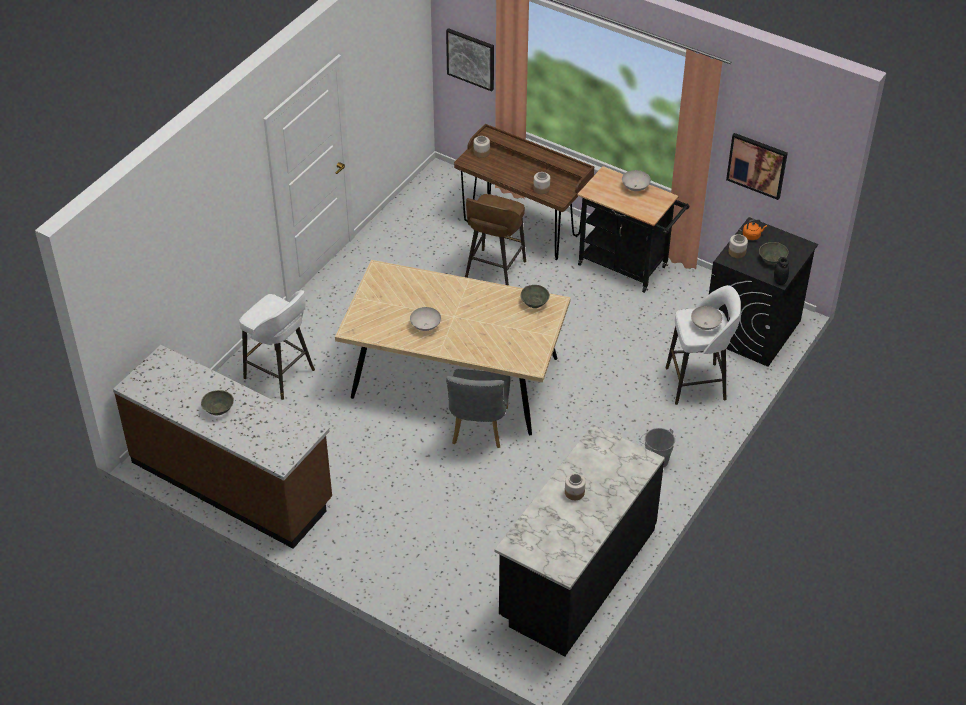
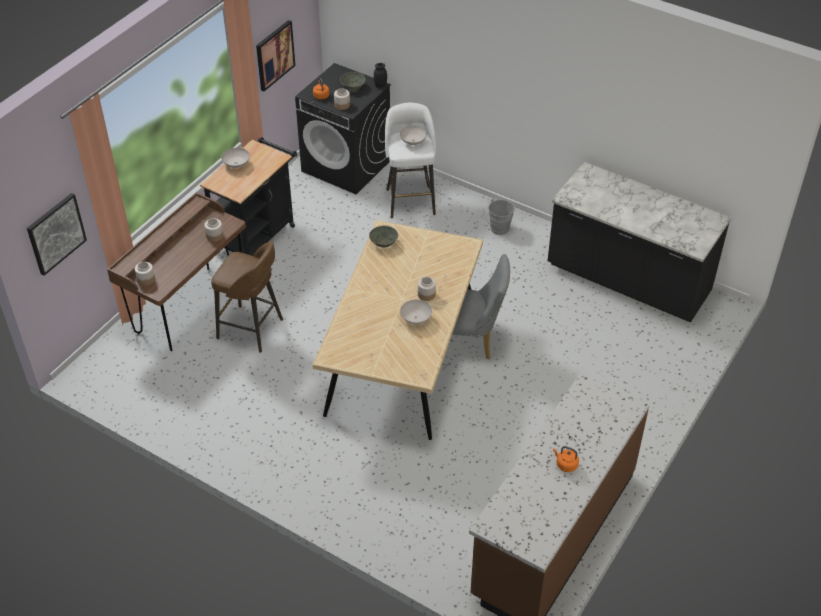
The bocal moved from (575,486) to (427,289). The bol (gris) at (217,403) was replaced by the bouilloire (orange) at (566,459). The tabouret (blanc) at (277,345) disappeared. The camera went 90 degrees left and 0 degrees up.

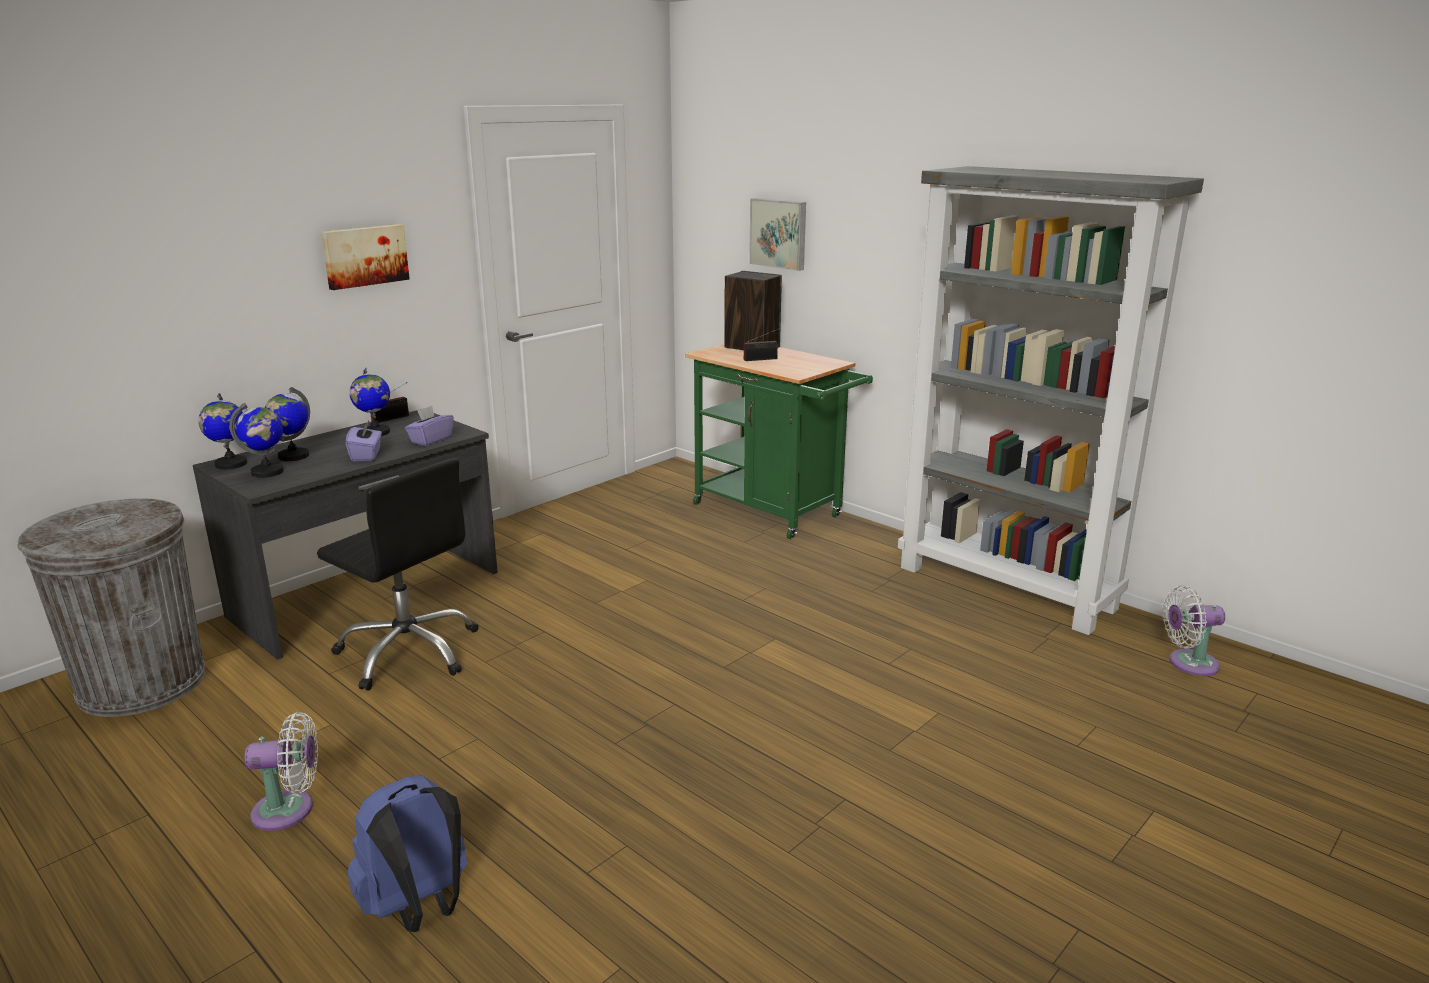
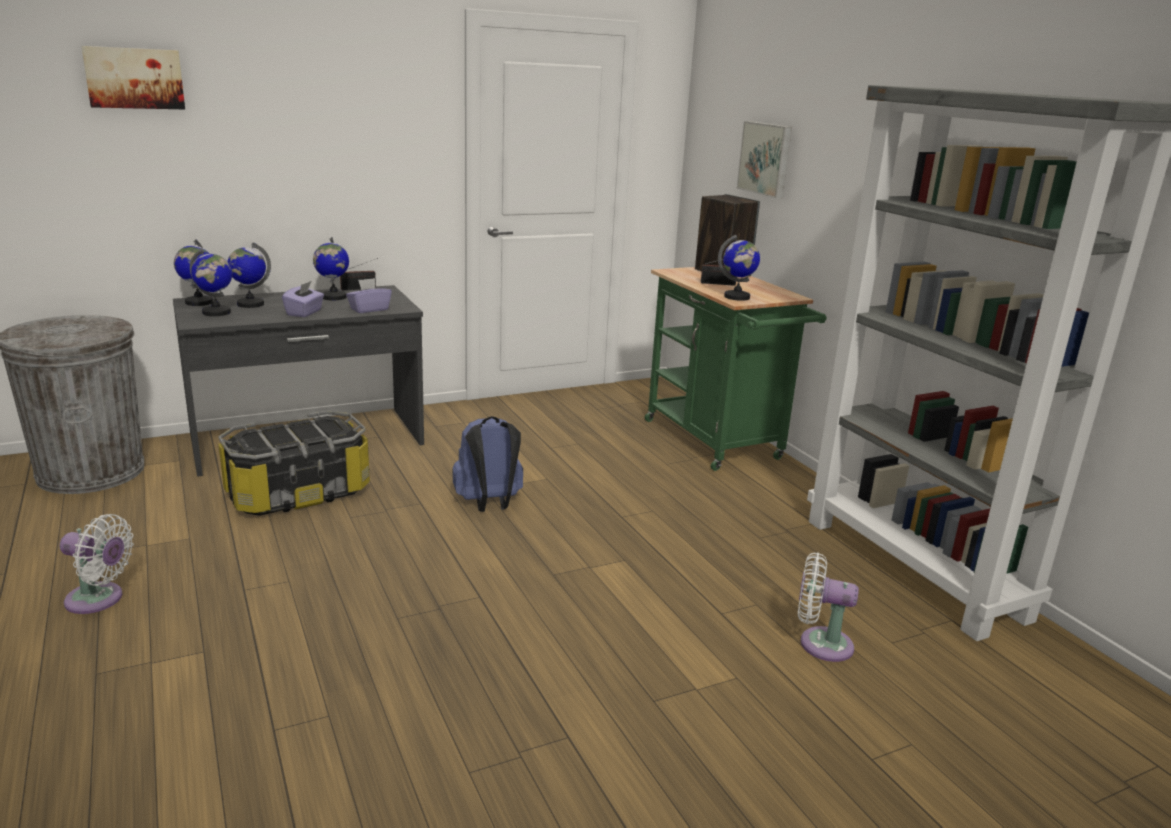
The tableau moved from (365,257) to (133,77). The chaise de bureau (noir) at (398,574) was replaced by the boîte de rangement at (294,463). The sac à dos (bleu) moved from (407,854) to (488,464). The globe at (739,268) appeared. The ventilateur (blanc) moved from (1193,630) to (828,607). The camera went 20 degrees right and 0 degrees up.

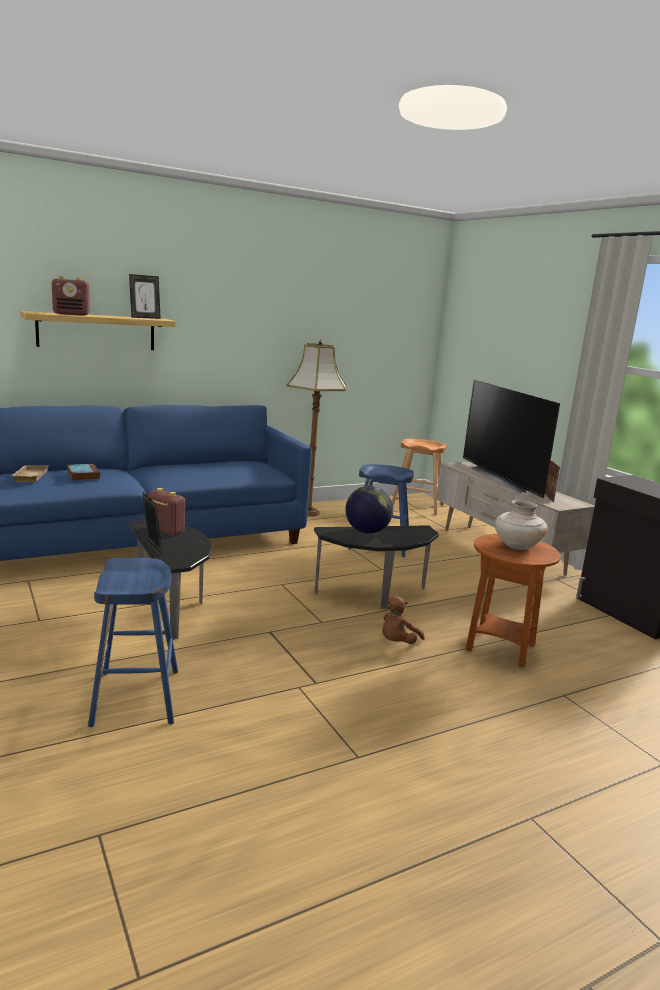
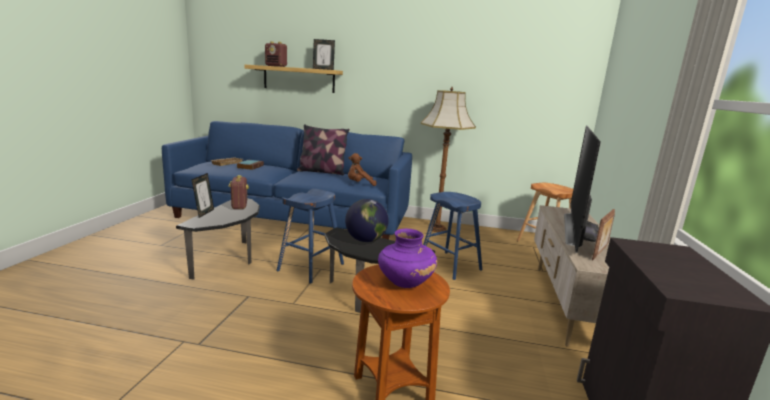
The tabouret (bleu) moved from (133,642) to (310,236). The coussin at (323,149) appeared. The peluche (marron) moved from (403,620) to (362,169). The vase (beige) at (521,525) became the vase (violet) at (407,258). The camera went 40 degrees right and 0 degrees up.

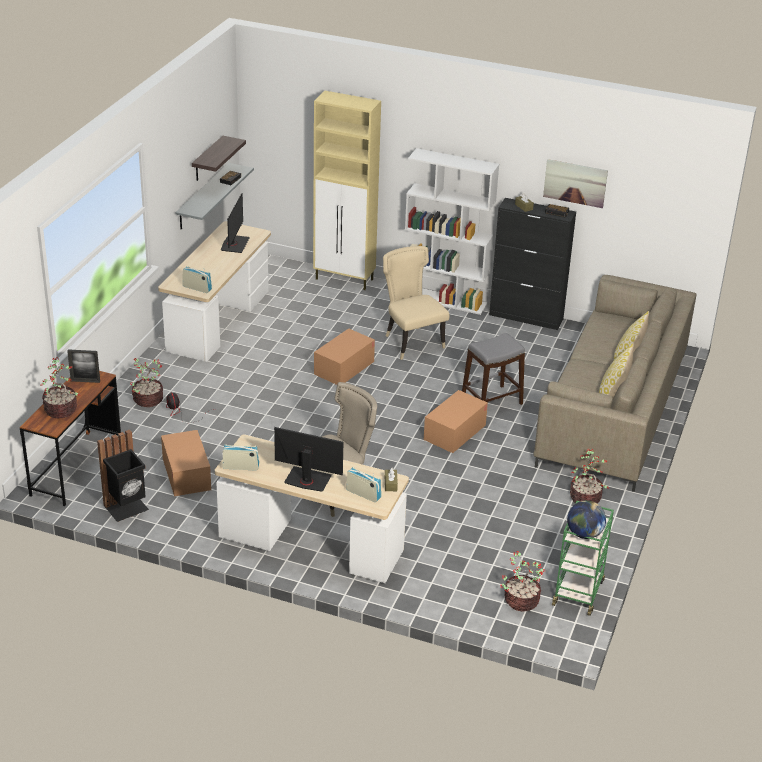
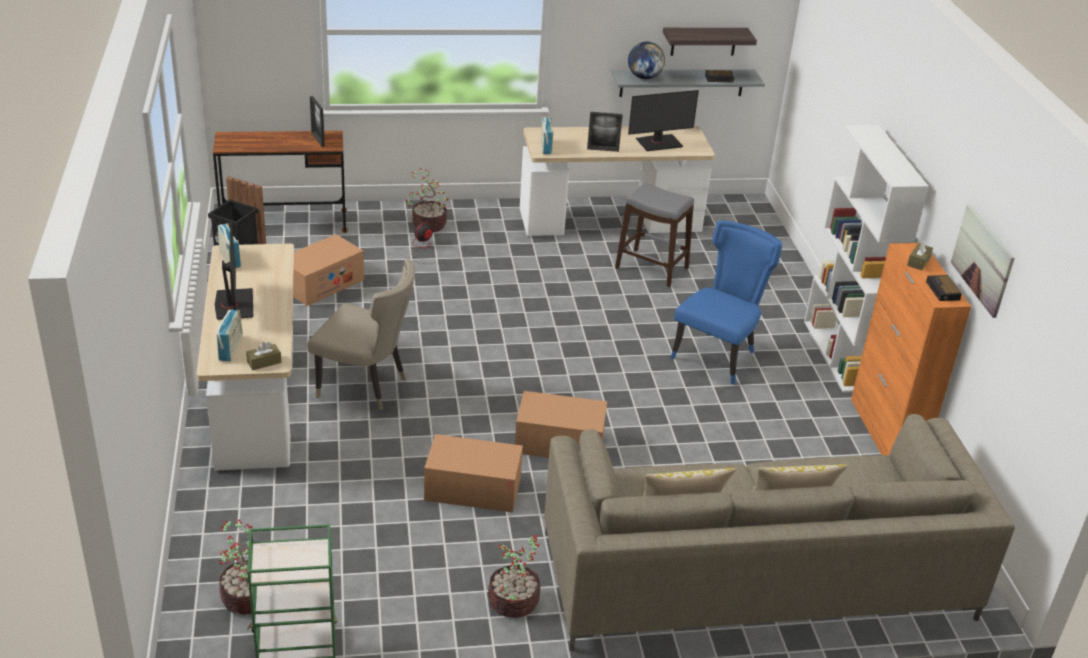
The carton moved from (344,356) to (473,473). The cadre photo at (605,132) appeared. The tabouret (gris) moved from (493,369) to (654,235). The globe moved from (586,519) to (646,60). The chaise (beige) at (416,303) became the chaise (bleu) at (726,303). The meuble de rangement (noir) at (532,264) became the meuble de rangement (orange) at (911,349). The plante en pot at (60,388) disappeared. The meuble de rangement (beige) at (347,190) disappeared. The camera went 60 degrees right and 0 degrees up.

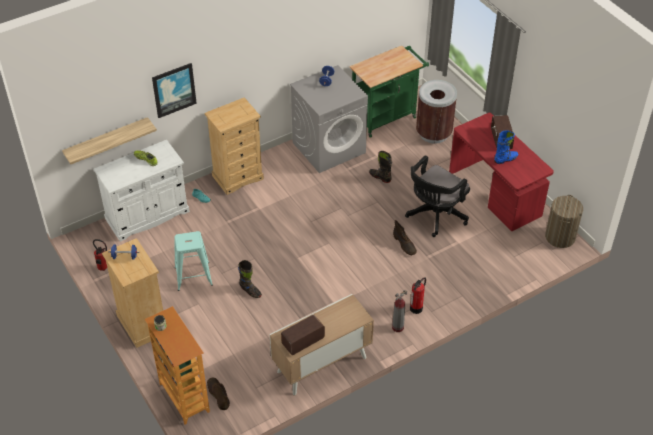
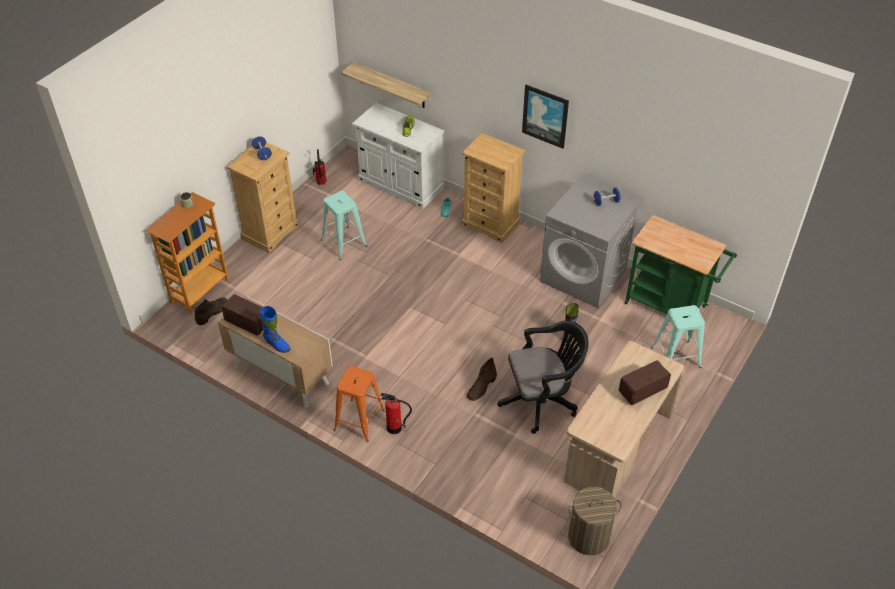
The botte (bleu) moved from (506,147) to (275,329). The extincteur at (399,311) was replaced by the tabouret (orange) at (359,404). The chaise de bureau (noir) at (437,196) turned 150 degrees clockwise. The tableau moved from (174,90) to (545,117). The bureau (rouge) at (501,172) became the bureau (beige) at (623,419). The poubelle (marron) at (436,112) was replaced by the tabouret (turquoise) at (678,336). The botte (noir) at (250,279) disappeared. The camera went 65 degrees right and 0 degrees up.

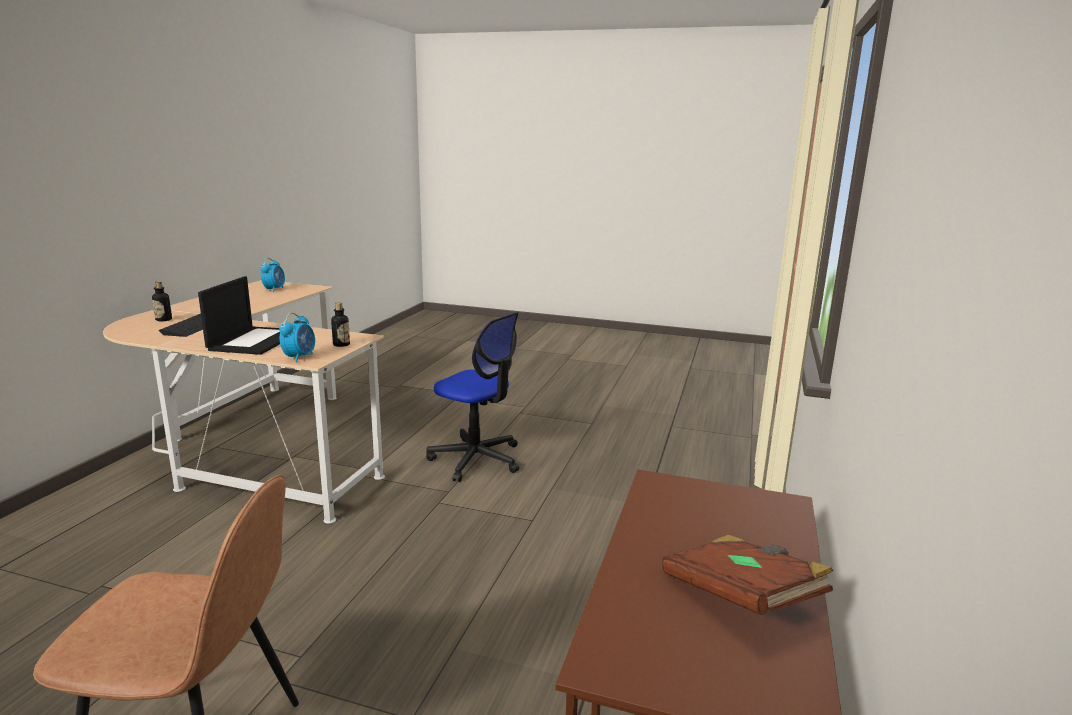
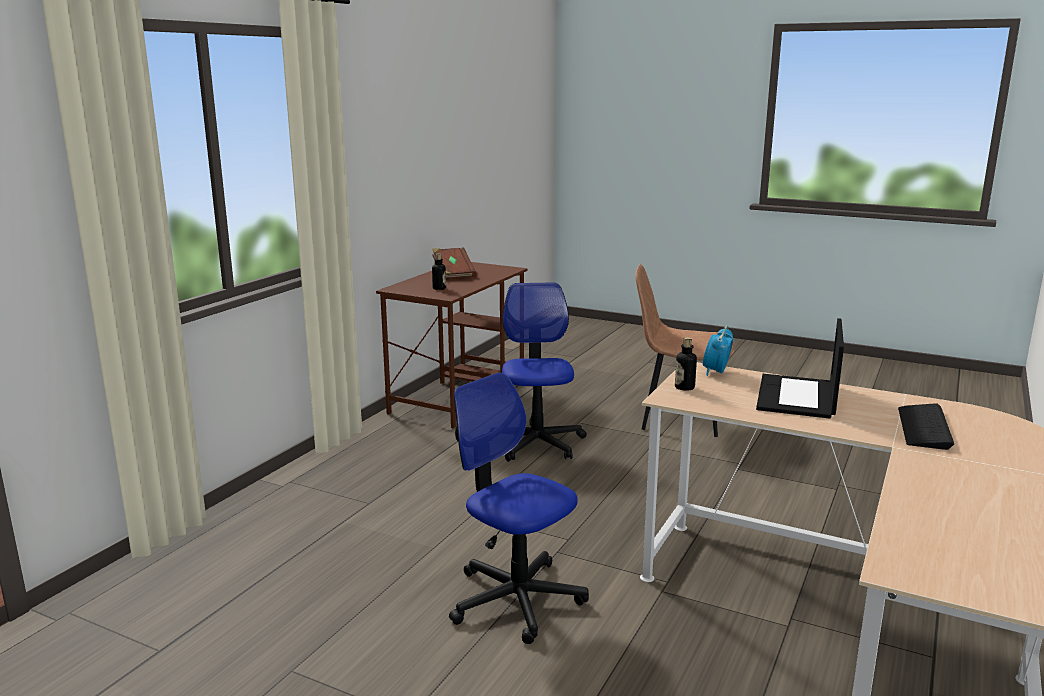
The bouteille moved from (162,301) to (439,271). The chaise de bureau at (544,372) appeared. The réveil at (272,275) disappeared. The camera went 170 degrees left and 0 degrees up.

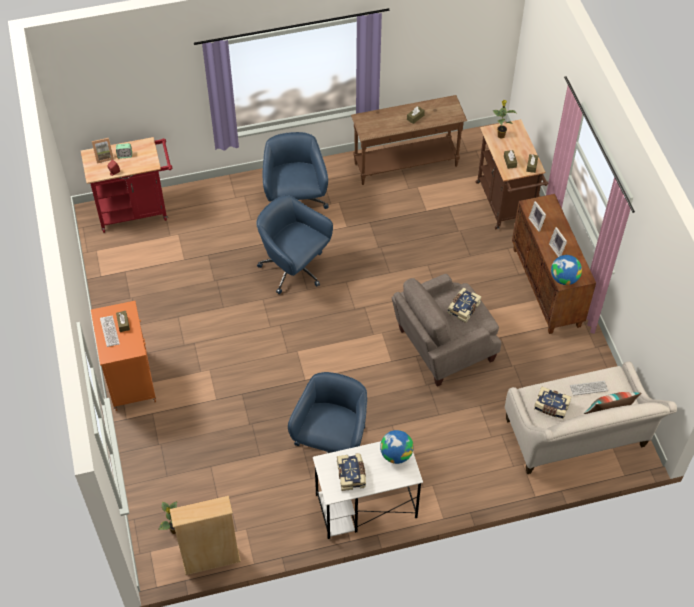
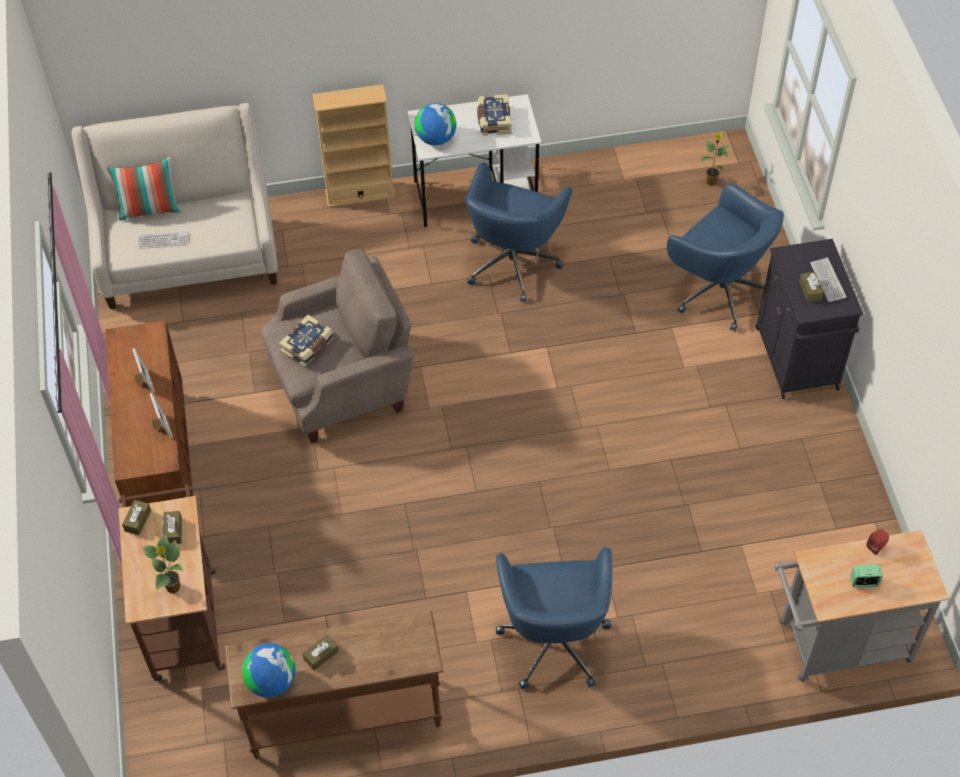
The globe moved from (566,270) to (269,670). The bibliothèque (beige) moved from (205,535) to (353,145). The chaise de bureau (bleu) moved from (294,244) to (725,257). The meuble de rangement (orange) at (123,356) became the meuble de rangement (noir) at (809,319). The chariot (rouge) at (126,185) became the chariot (gris) at (862,606). The cadre photo at (103,150) disappeared. The livre at (552,402) disappeared. The camera went 175 degrees left and 0 degrees up.

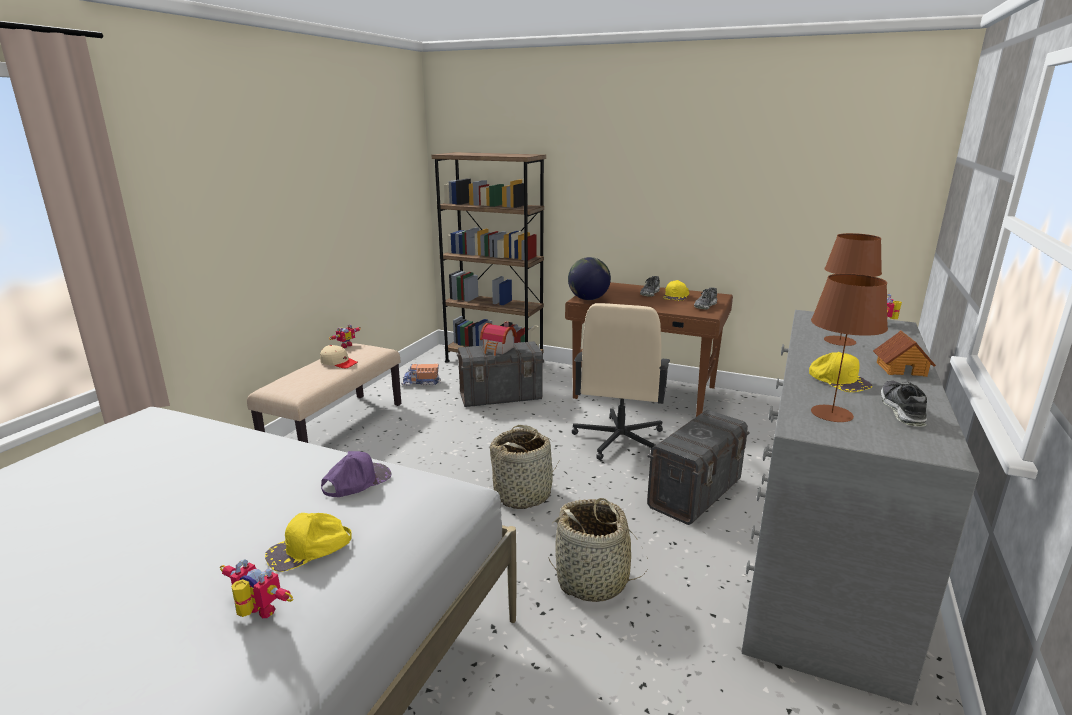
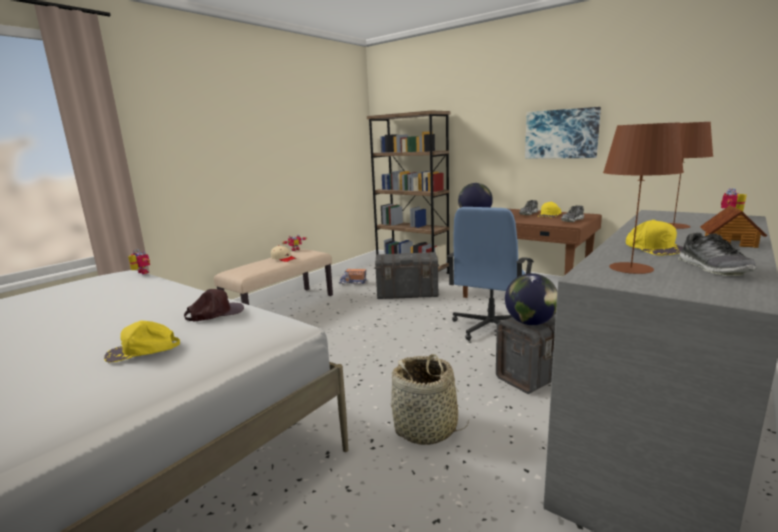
The robot jouet moved from (257,588) to (139,261). The casquette (violet) at (356,474) became the casquette (marron) at (214,305). The chaise de bureau (beige) at (621,381) became the chaise de bureau (bleu) at (491,273). The globe at (531,299) appeared. The tableau at (563,133) appeared. The chaussure at (904,403) turned 150 degrees clockwise. The maison miniature at (498,338) disappeared. The panier at (524,467) disappeared. The camera went 15 degrees right and 5 degrees down.

